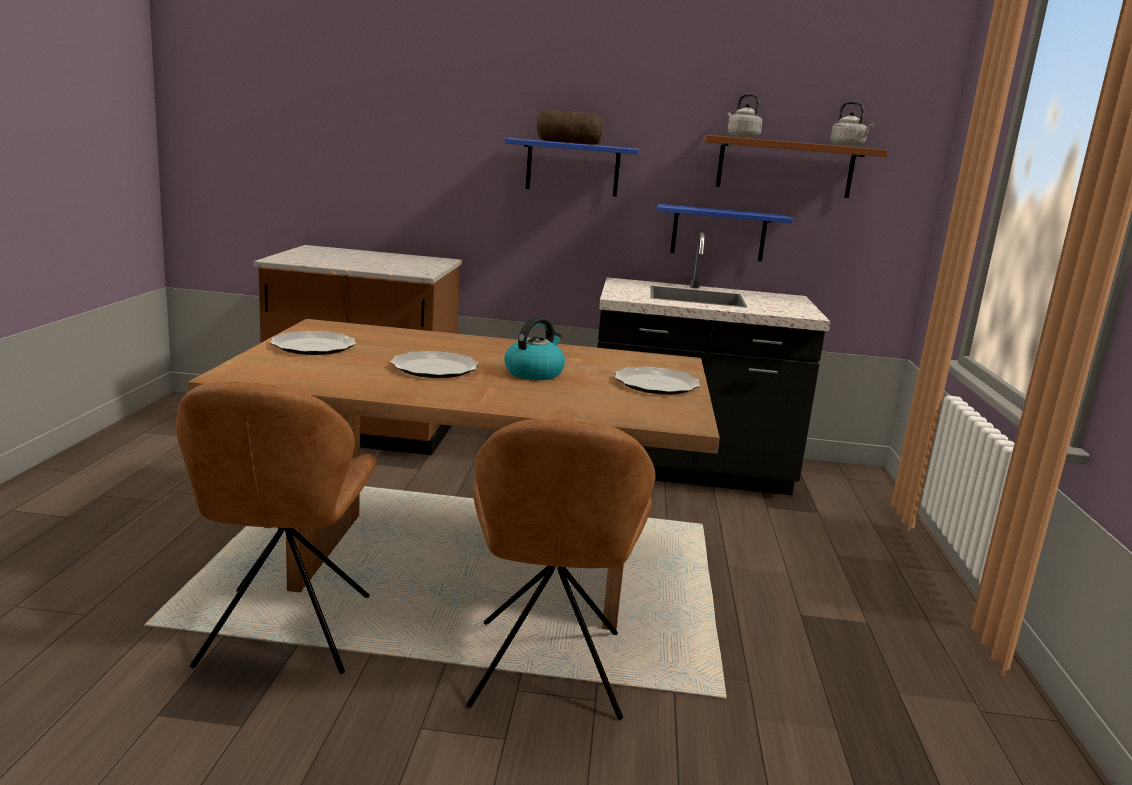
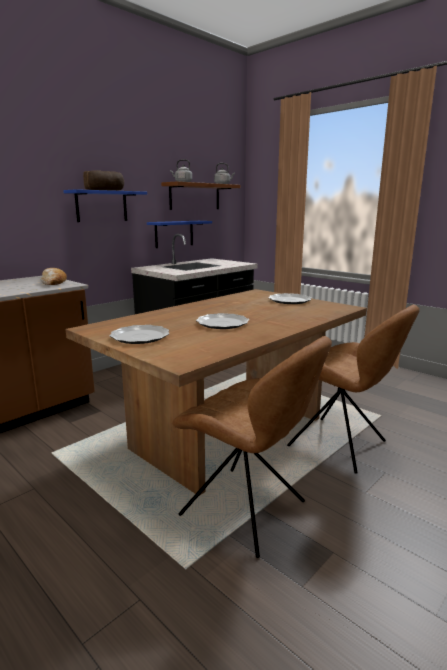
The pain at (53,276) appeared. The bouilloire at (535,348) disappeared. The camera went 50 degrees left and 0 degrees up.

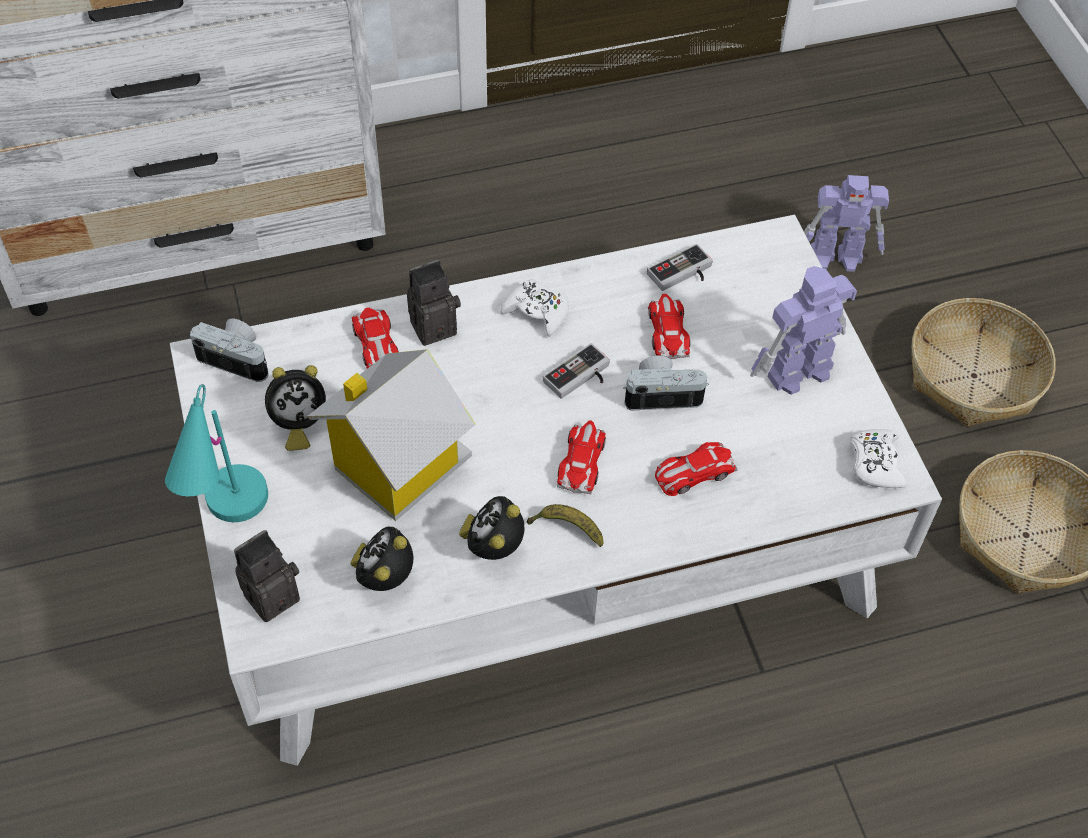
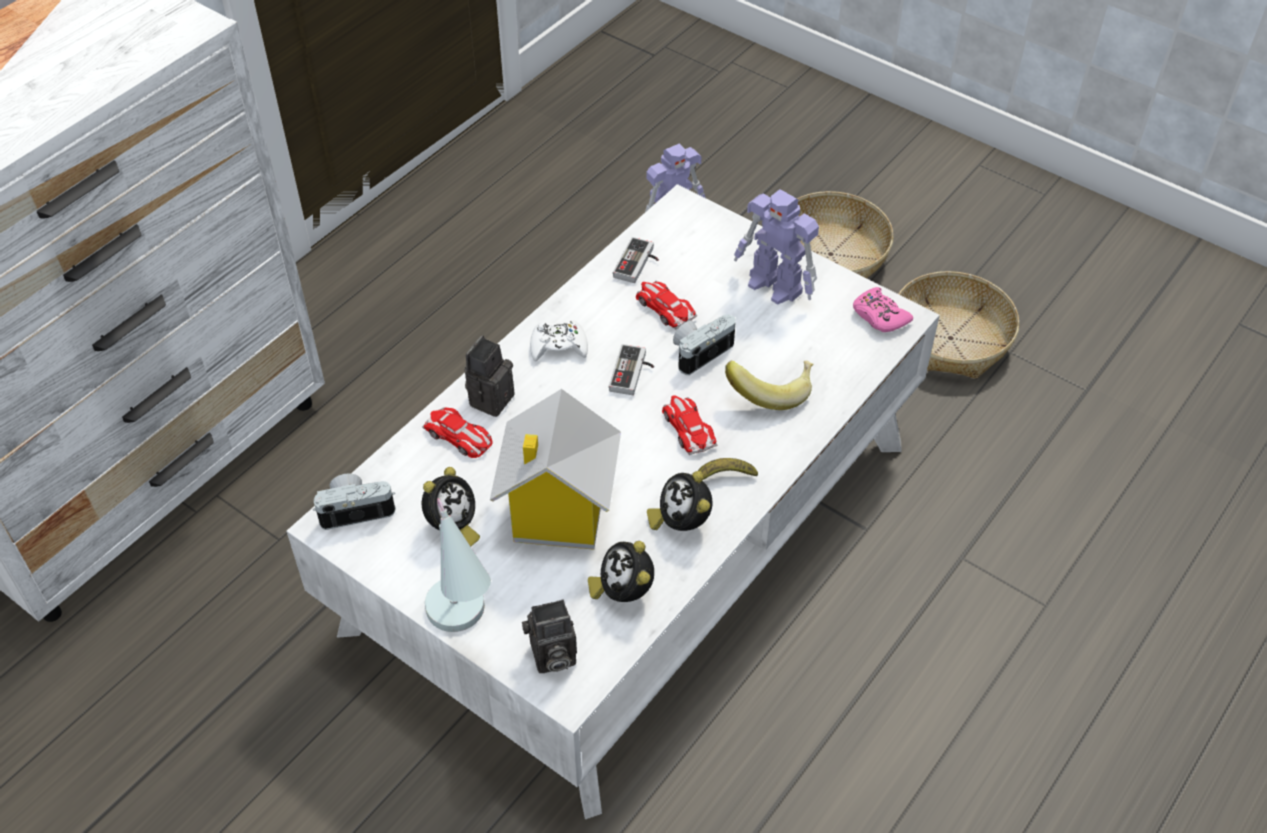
The lampe de table (turquoise) at (216,453) became the lampe de table (blanc) at (458,565). The appareil photo at (267,576) turned 120 degrees counterclockwise. The petite voiture at (696,469) was replaced by the banane at (769,385). The robot jouet at (803,330) turned 75 degrees counterclockwise. The manette (blanc) at (878,458) became the manette (rose) at (883,309). The camera went 35 degrees left and 5 degrees down.

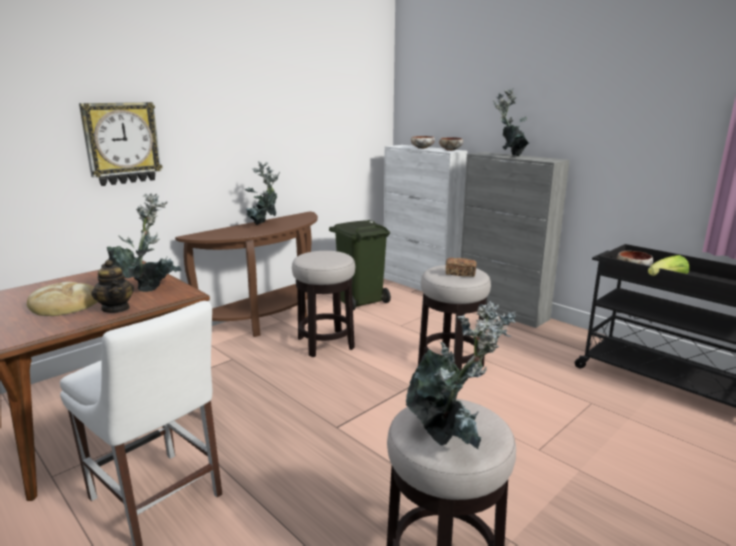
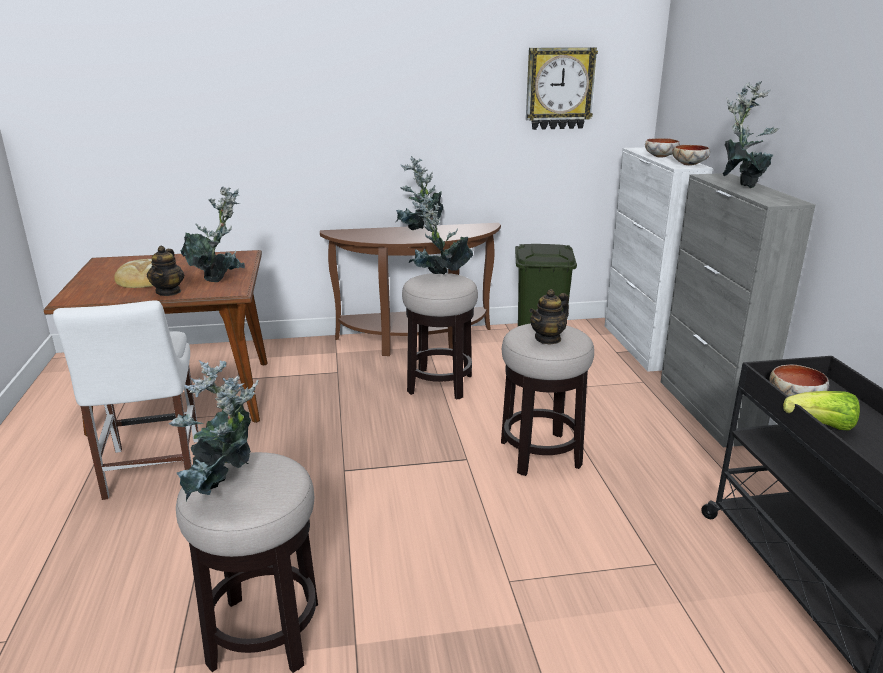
The plante en pot at (441,234) appeared. The horloge murale moved from (121,144) to (562,88). The pain at (461,267) was replaced by the théière at (549,317). The camera went 35 degrees right and 5 degrees up.

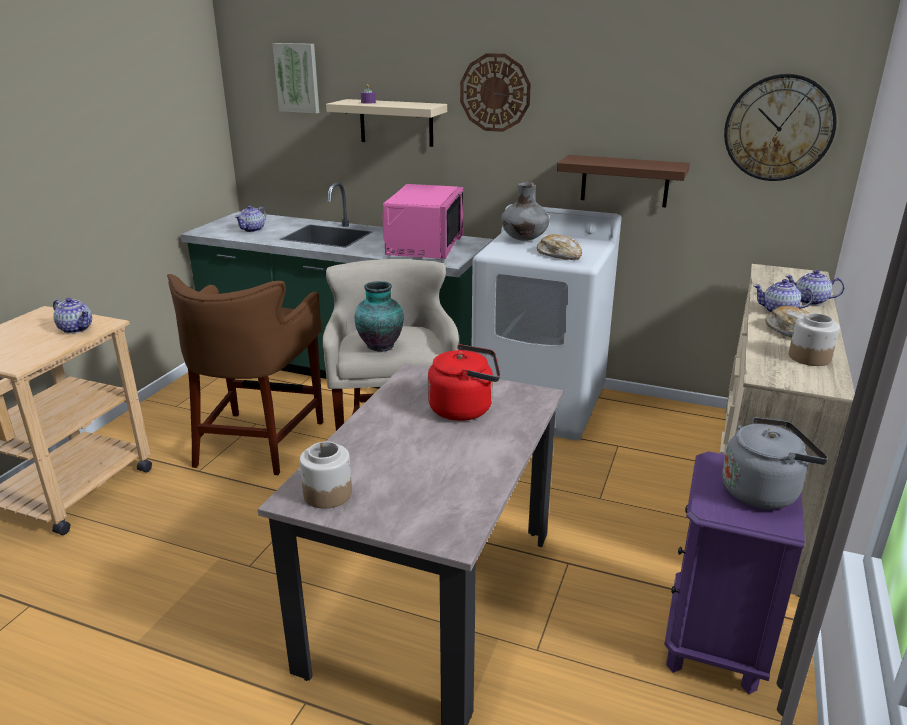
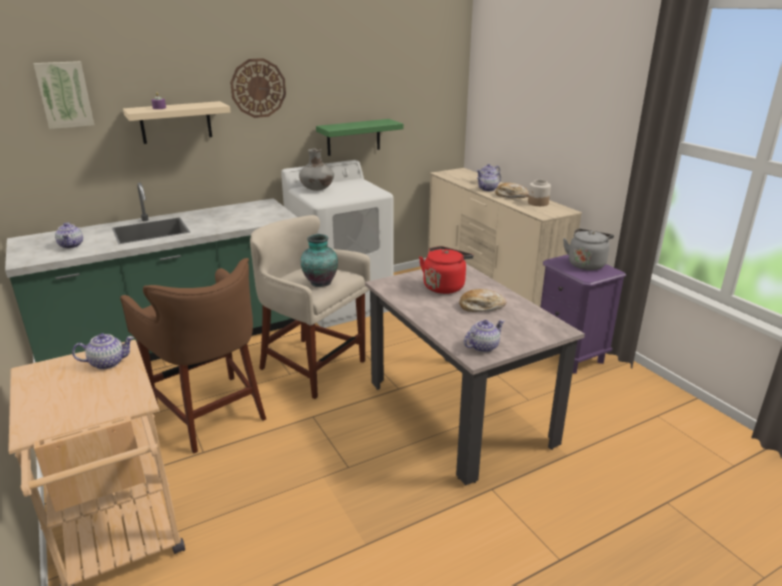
The étagère (marron) at (623,181) became the étagère (vert) at (359,137). The pain moved from (559,247) to (482,300). The bocal at (326,475) was replaced by the théière at (484,336). The micro-ondes (rose) at (422,221) disappeared. The horloge murale at (780,127) disappeared. The camera went 50 degrees left and 0 degrees up.

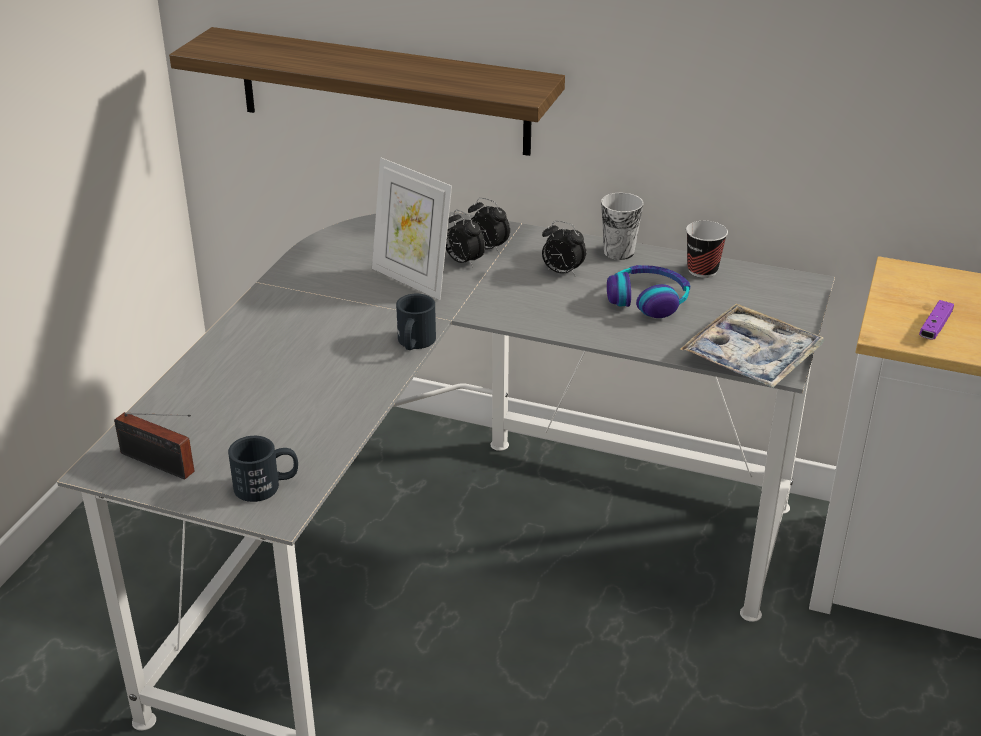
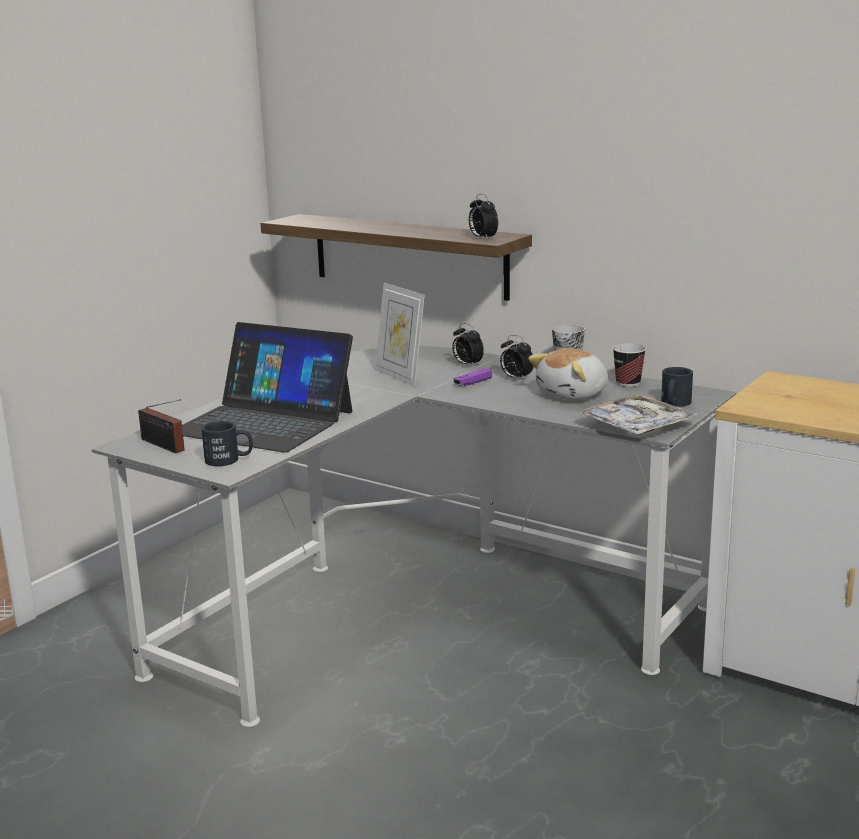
The ordinateur portable at (267,387) appeared. The manette (violet) moved from (936,320) to (473,377). The réveil moved from (465,239) to (483,216). The casque audio at (648,291) was replaced by the peluche at (568,374). The mug (noir) moved from (416,322) to (677,387). The camera went 15 degrees right and 15 degrees down.

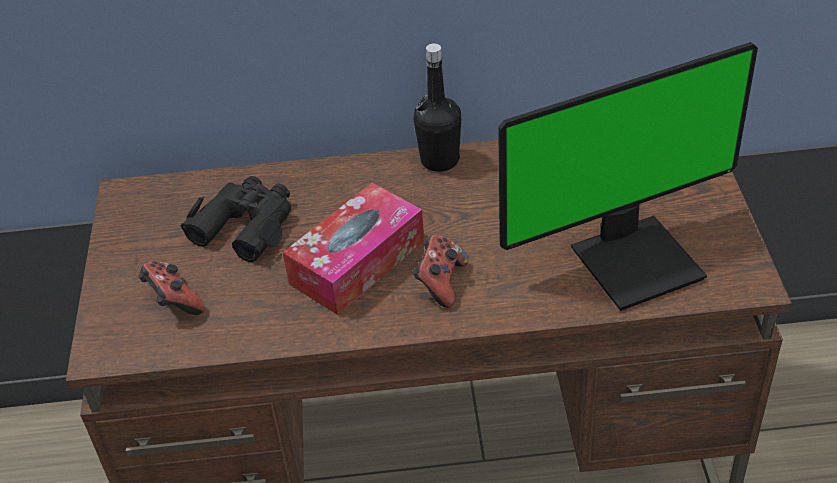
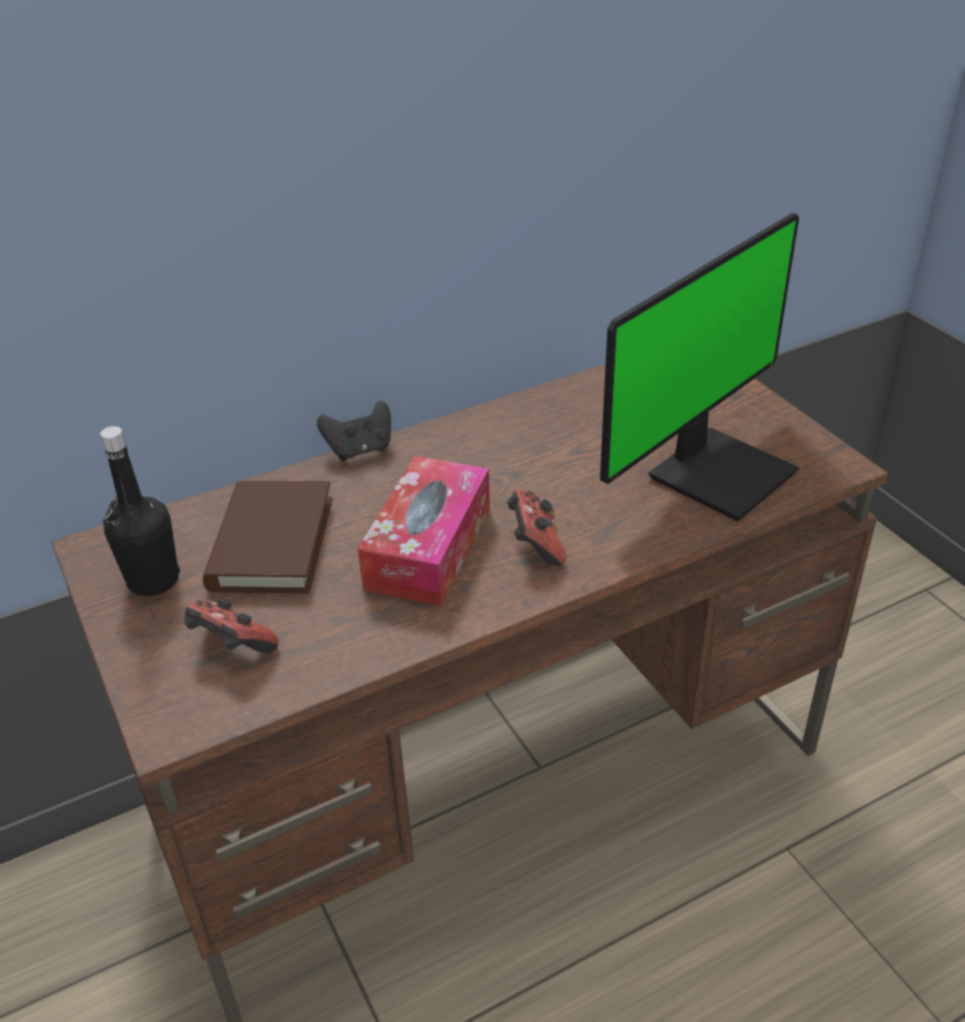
The bouteille (noir) moved from (437,107) to (140,511). The jumelles (noir) at (235,219) was replaced by the livre (marron) at (267,537). The manette (noir) at (354,431) appeared. The camera went 25 degrees left and 5 degrees down.

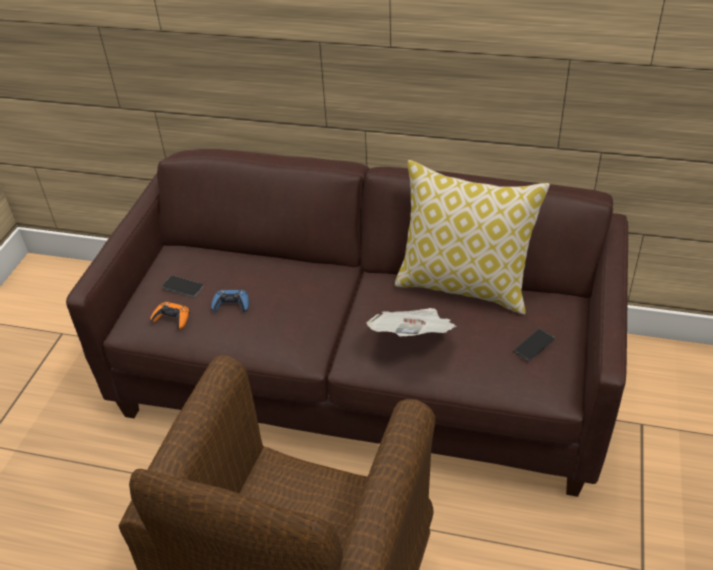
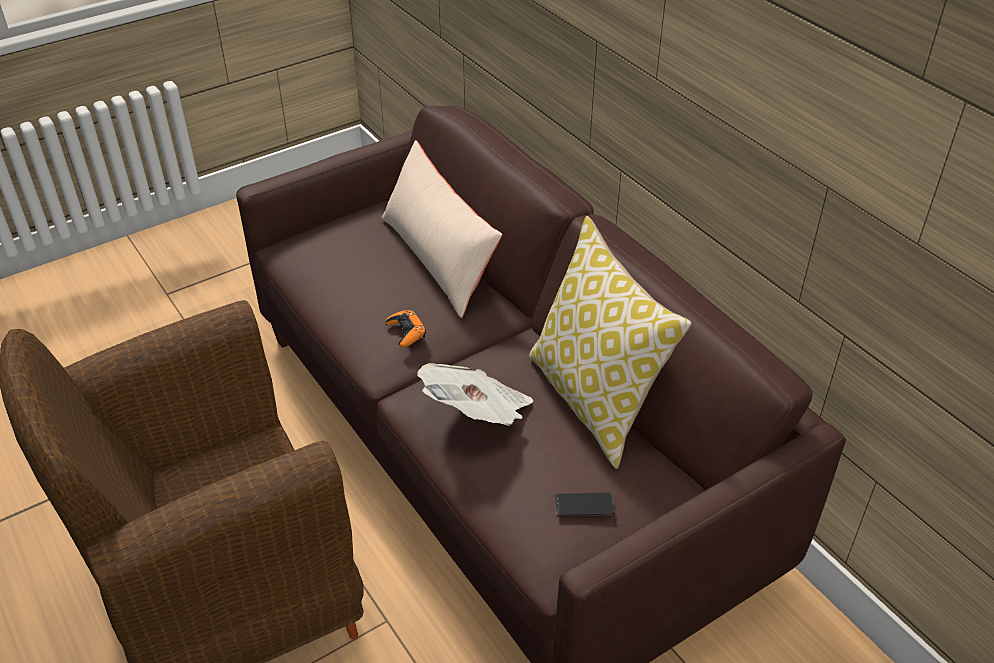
The coussin (beige) at (442,229) appeared. The manette (orange) moved from (169,315) to (405,329). The téléphone at (182,286) disappeared. The manette (bleu) at (230,301) disappeared. The camera went 40 degrees right and 0 degrees up.

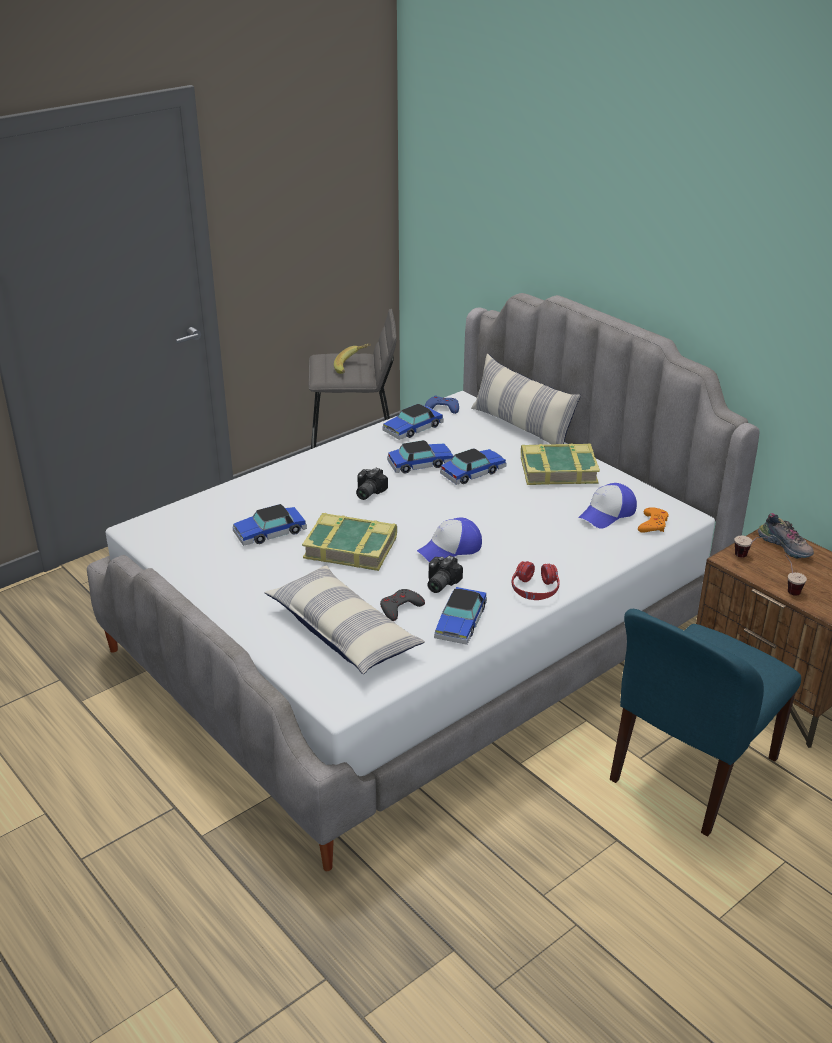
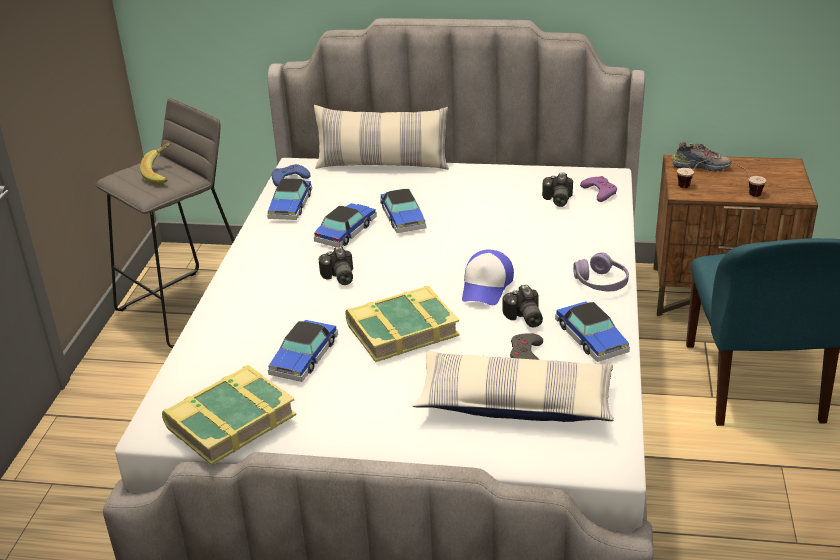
The livre moved from (560,464) to (229,415). The petite voiture at (473,466) turned 150 degrees clockwise. The casquette at (607,506) was replaced by the appareil photo at (557,190). The casque audio (rouge) at (536,580) became the casque audio (violet) at (601,271). The manette (orange) at (653,520) became the manette (violet) at (598,189). The camera went 40 degrees left and 0 degrees up.

